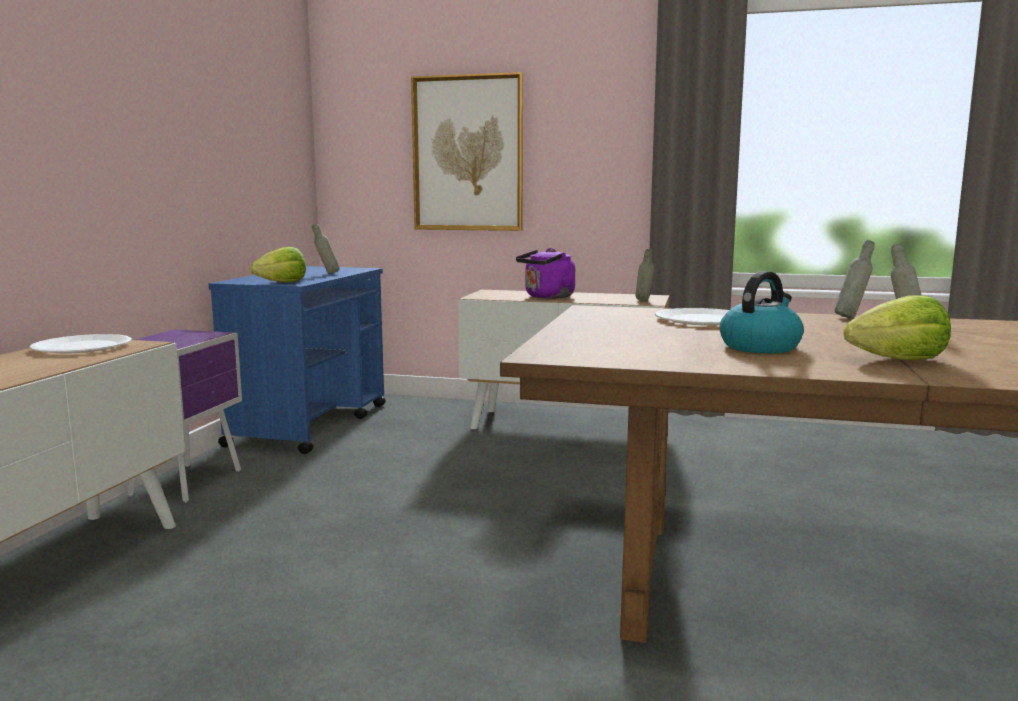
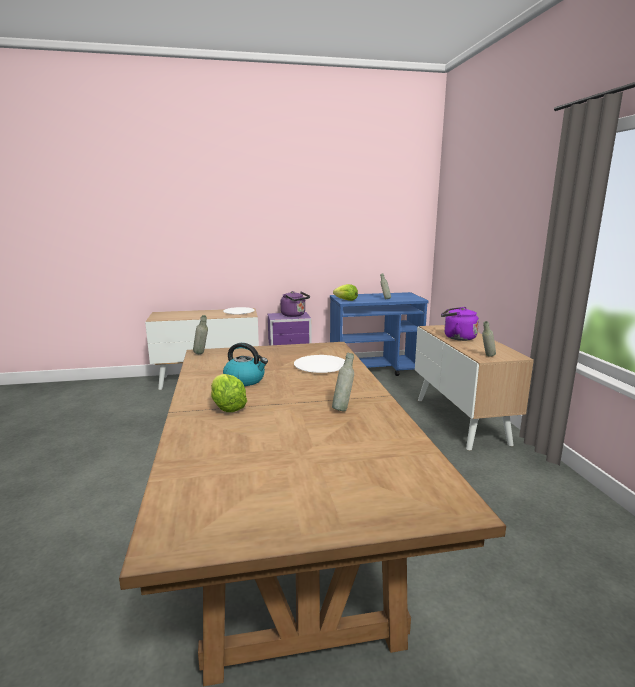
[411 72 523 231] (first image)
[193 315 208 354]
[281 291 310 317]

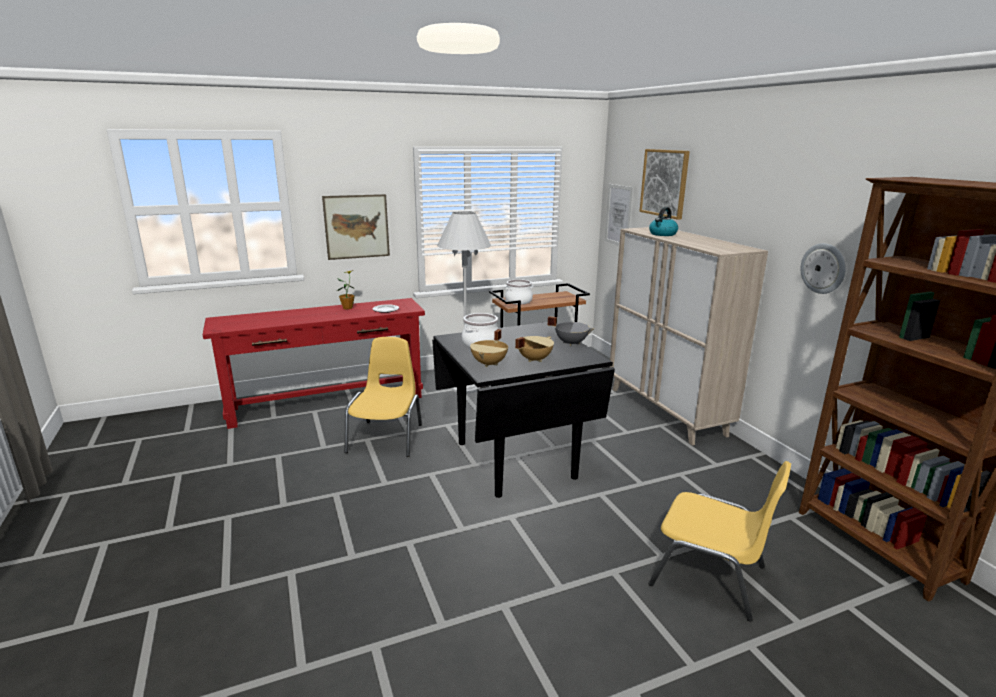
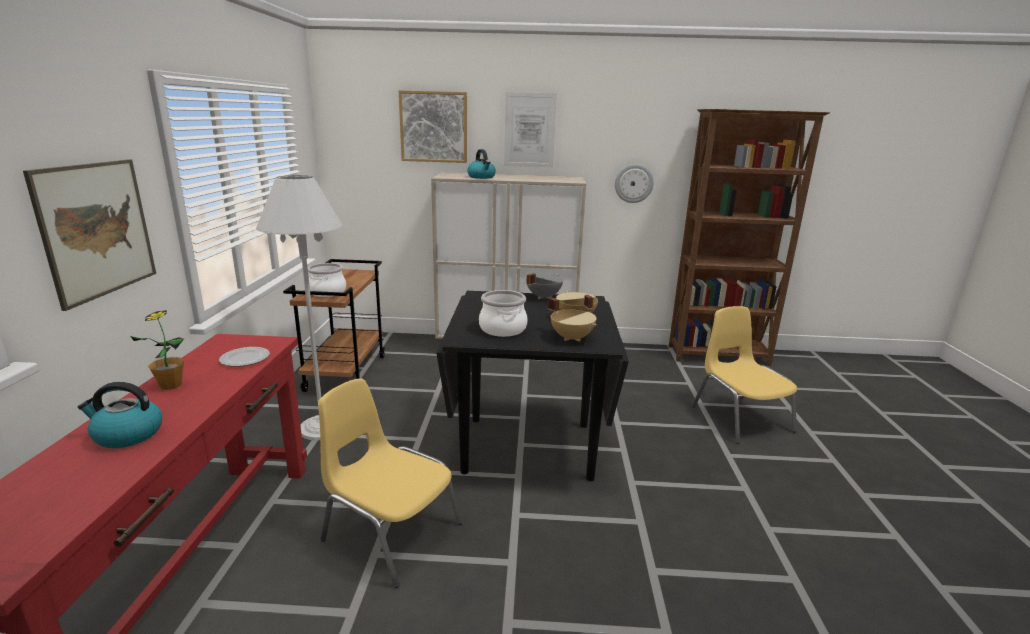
[504 92 557 167]
[692 306 797 444]
[78 382 162 448]

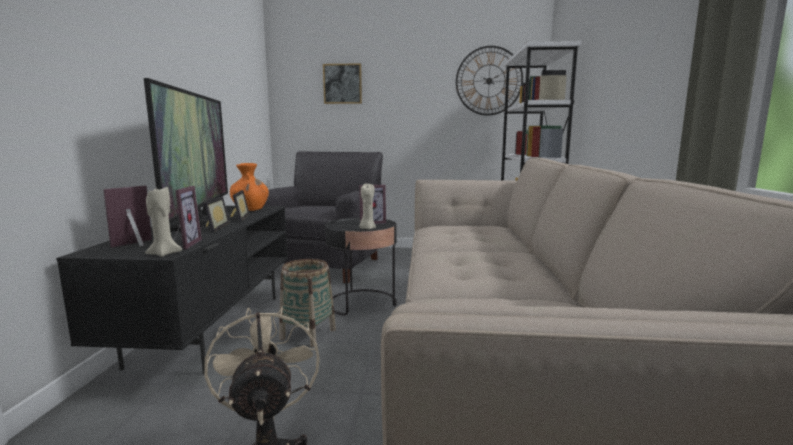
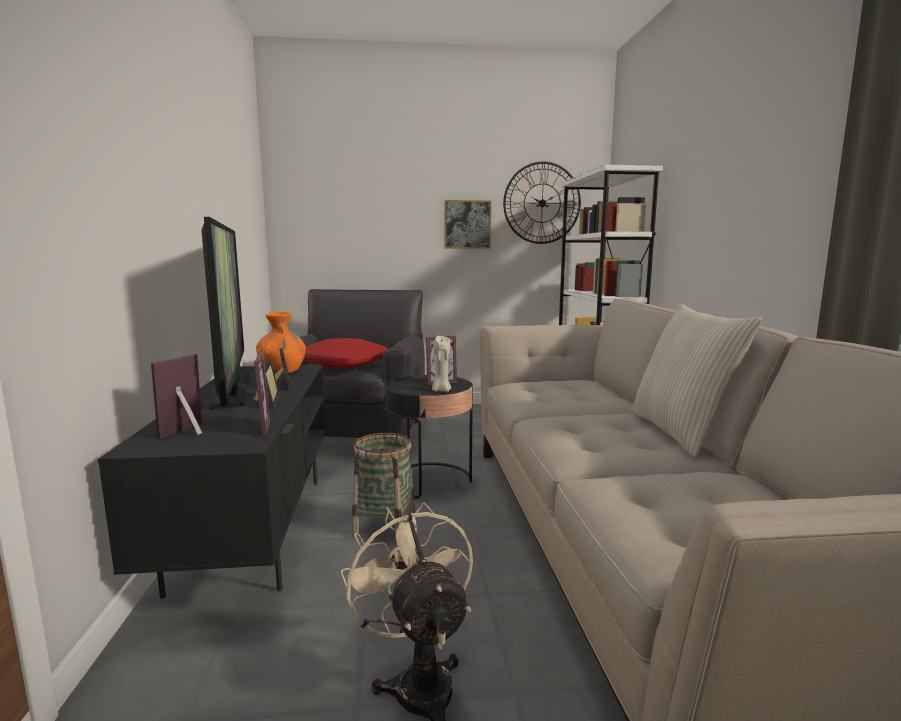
[145 186 182 257] (first image)
[444 200 491 249]
[303 338 388 368]
[630 304 763 458]

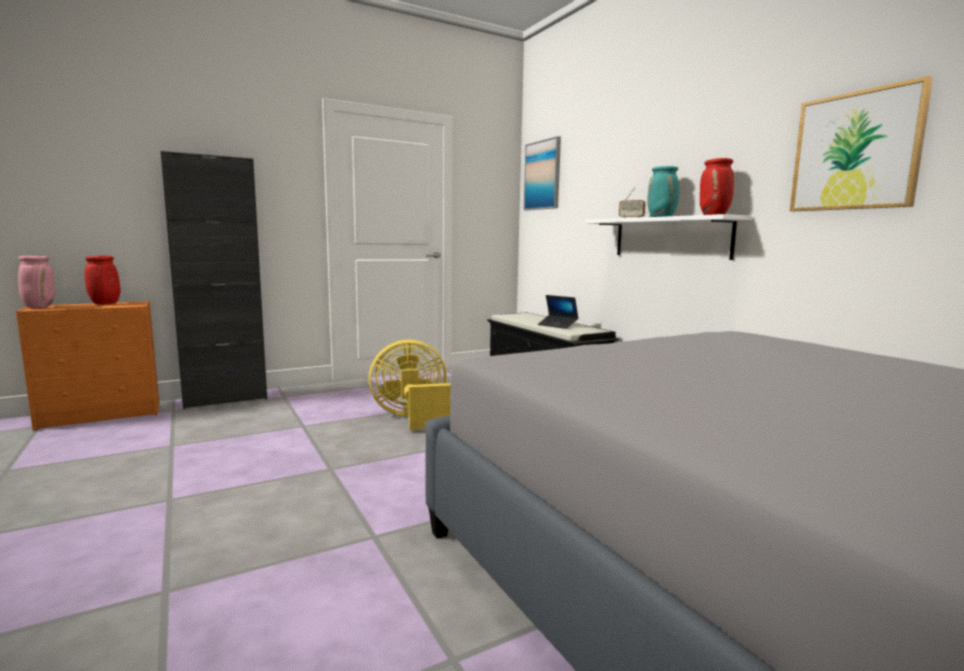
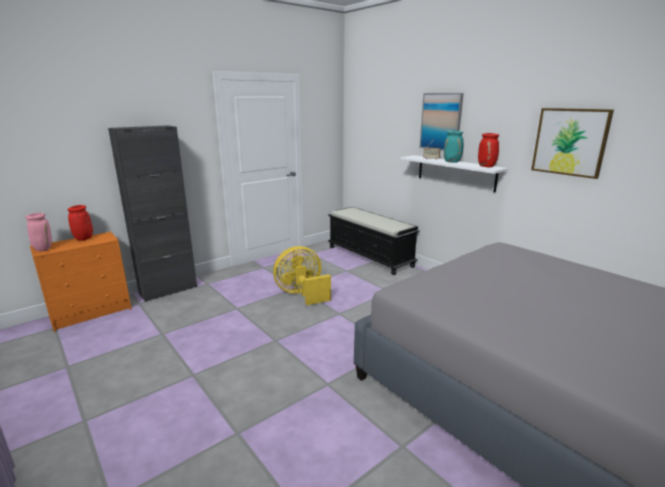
[419 93 464 151]
[538 295 579 329] (first image)

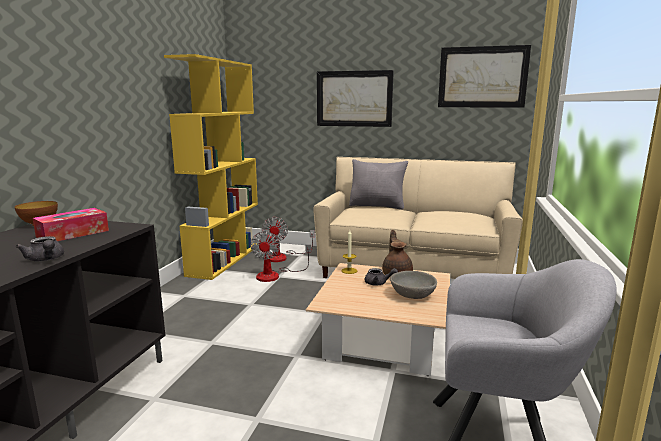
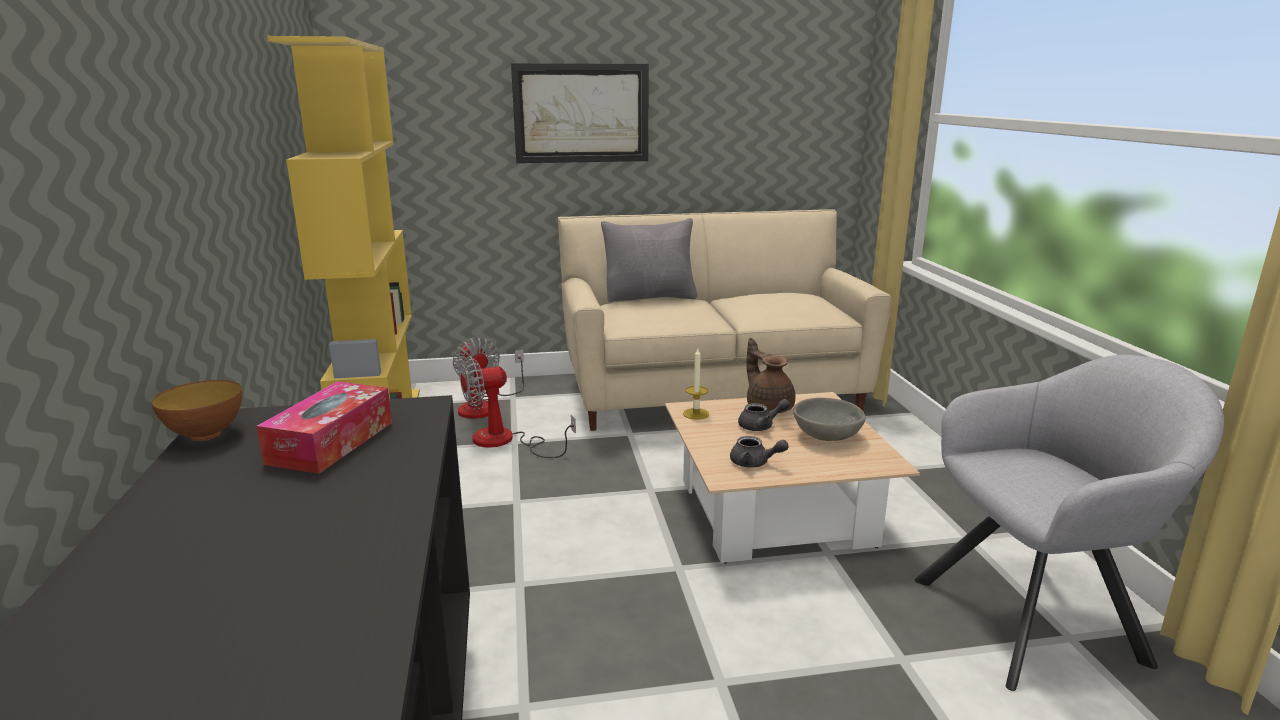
[730 436 789 468]
[459 356 576 458]
[438 45 531 108] (first image)

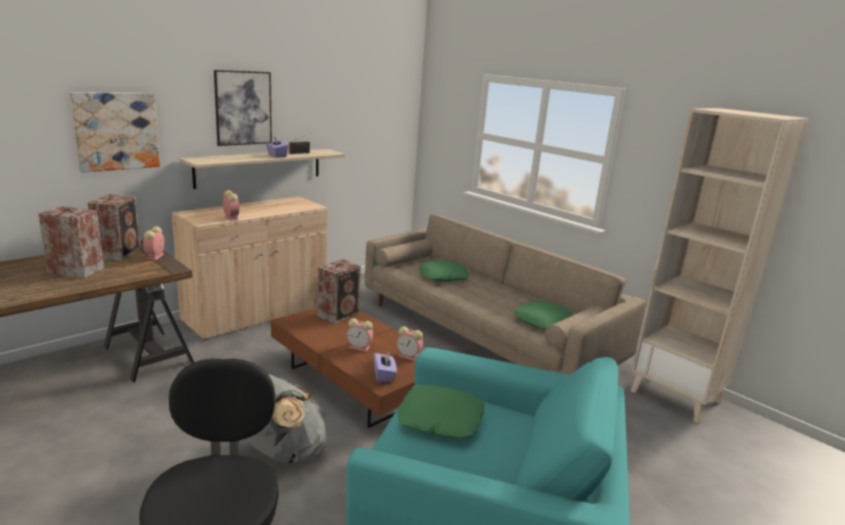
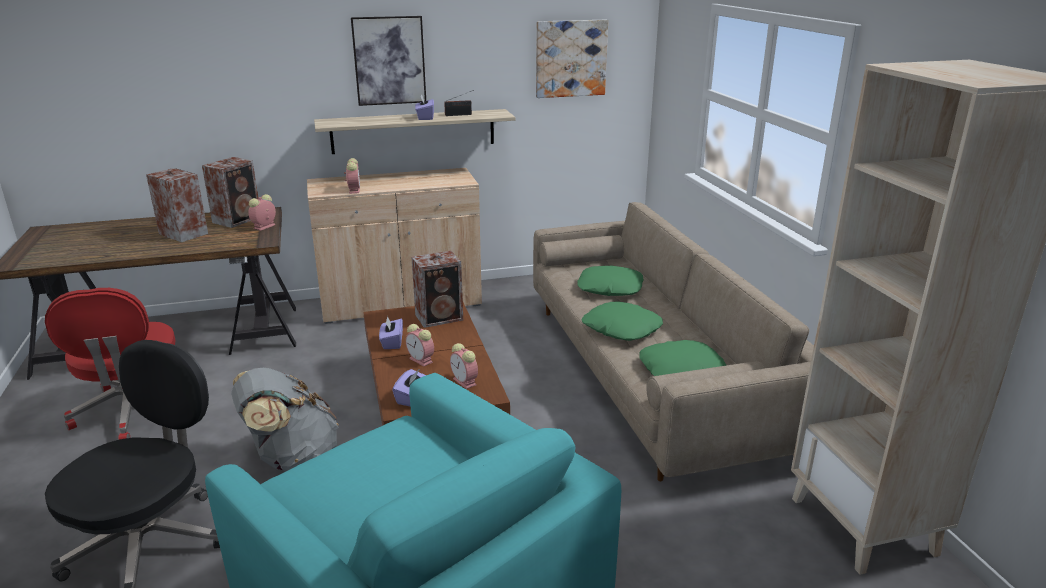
[536 20 608 98]
[582 301 663 341]
[45 288 176 440]
[379 316 403 349]

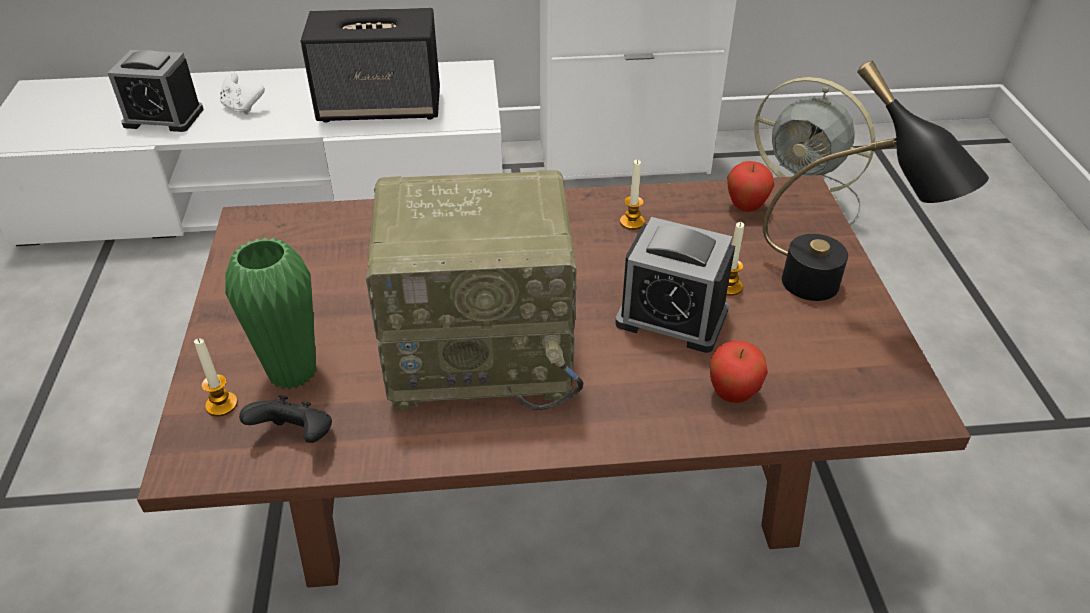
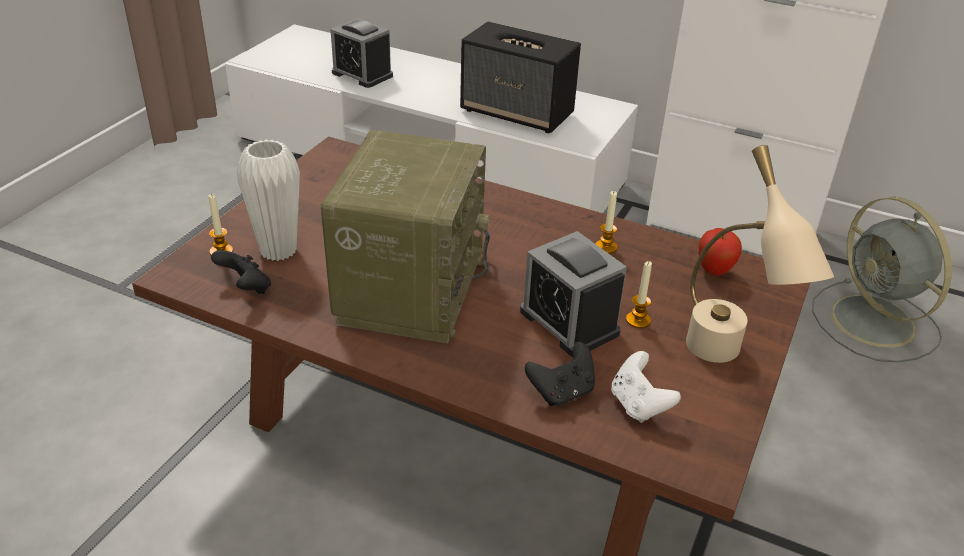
[611 351 681 423]
[237 139 300 261]
[321 130 490 343]
[525 342 595 406]
[686 145 834 363]

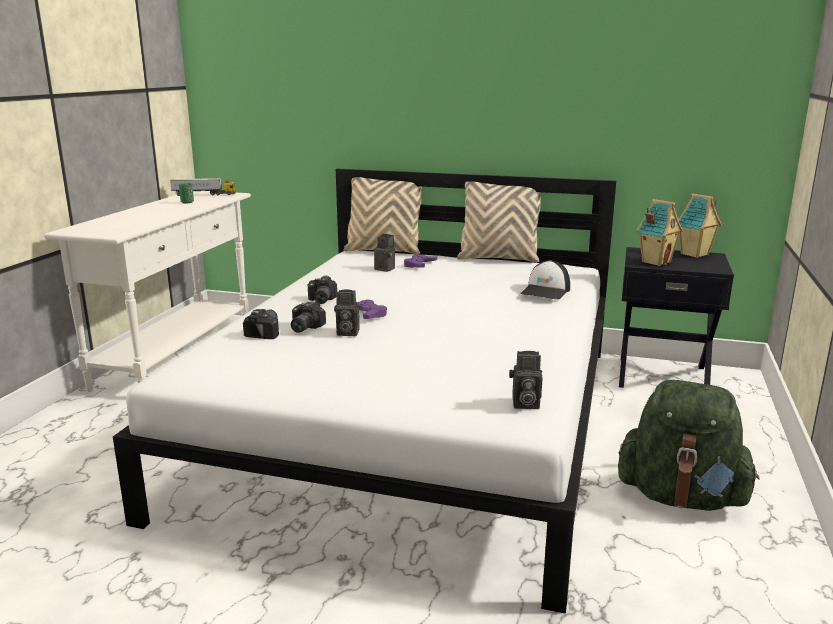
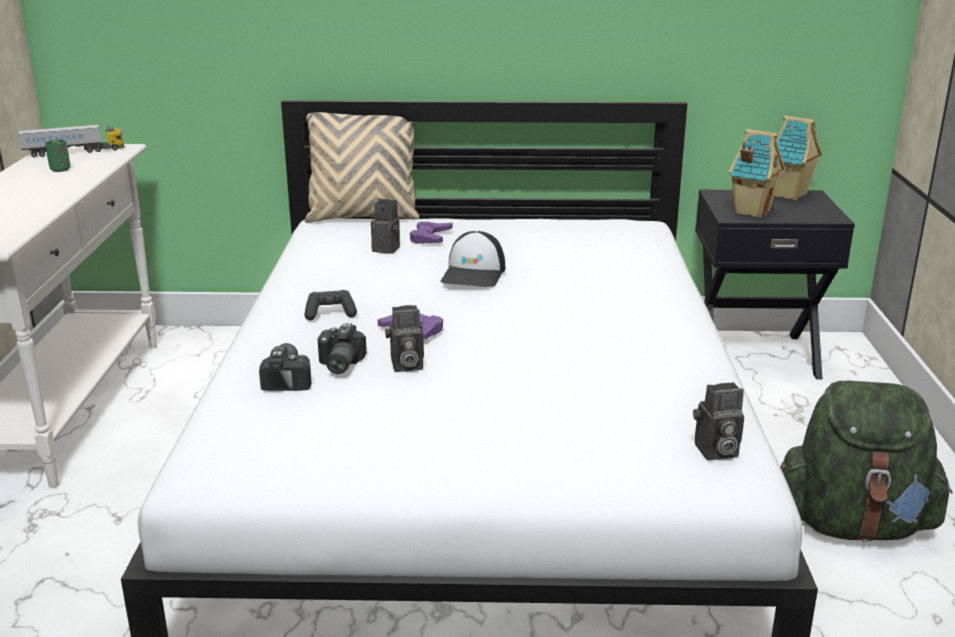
[305 290 357 320]
[457 181 541 262] (first image)
[440 231 505 287]

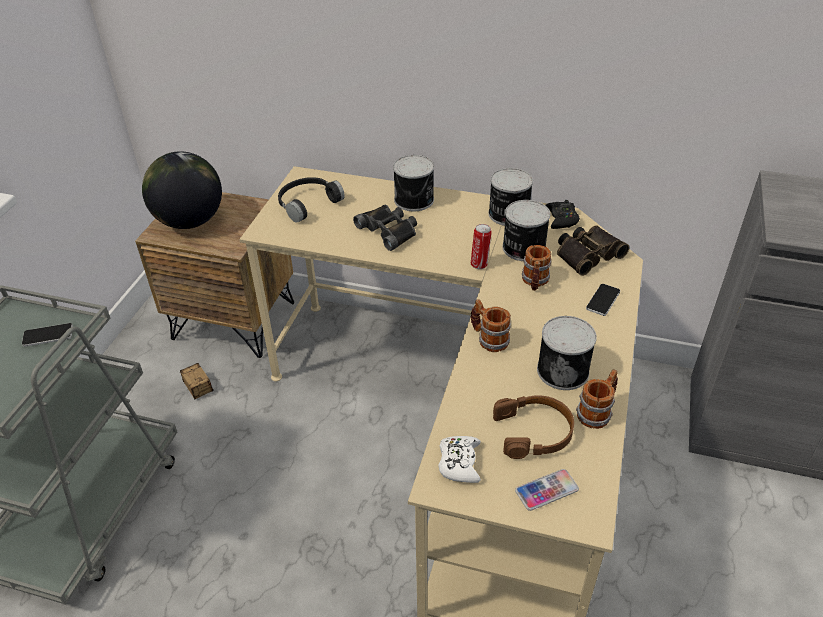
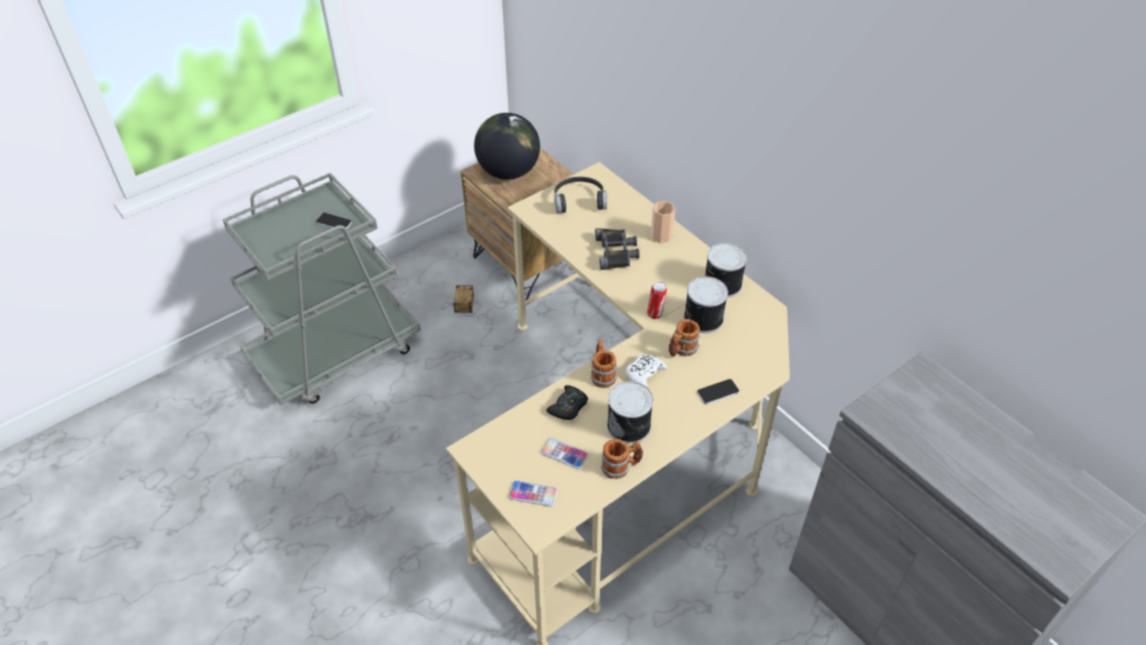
[651 201 675 243]
[626 354 667 387]
[541 438 589 469]
[546 385 588 420]
[557 225 629 276] (first image)

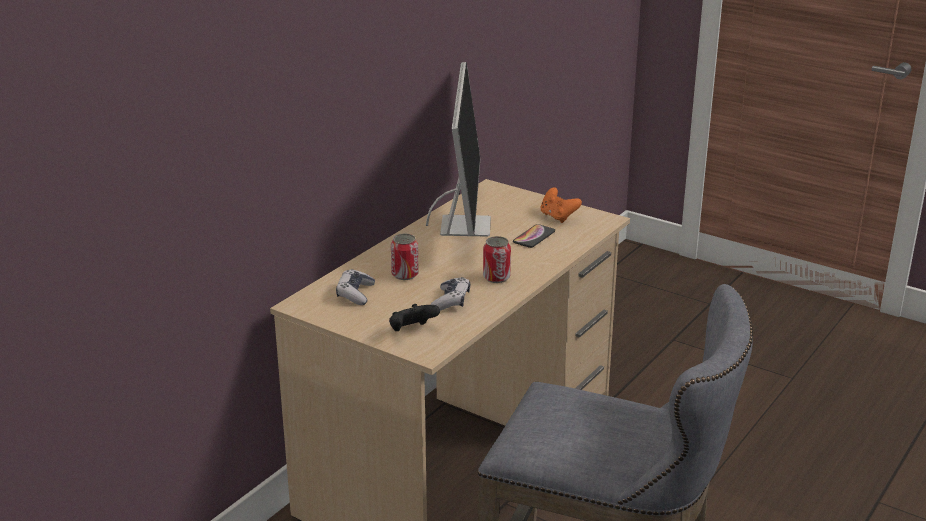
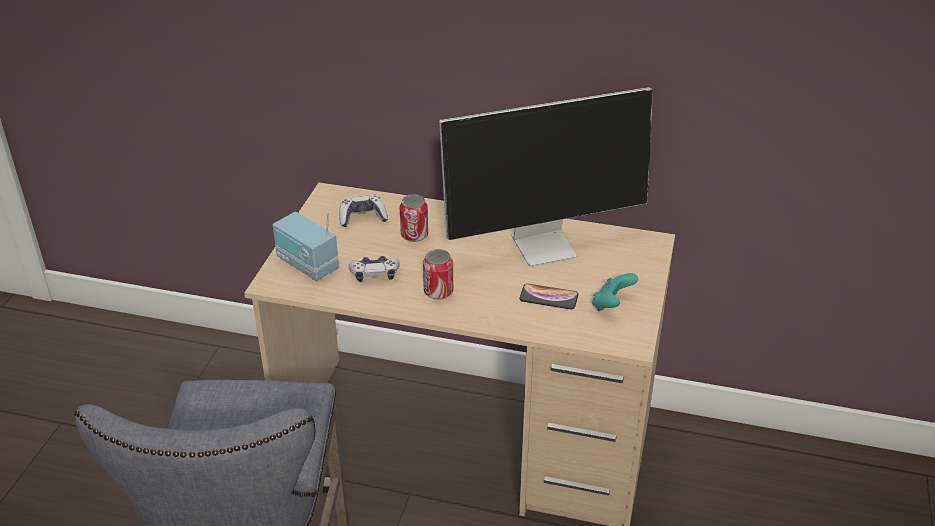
[273 212 339 281]
[592 273 638 311]

